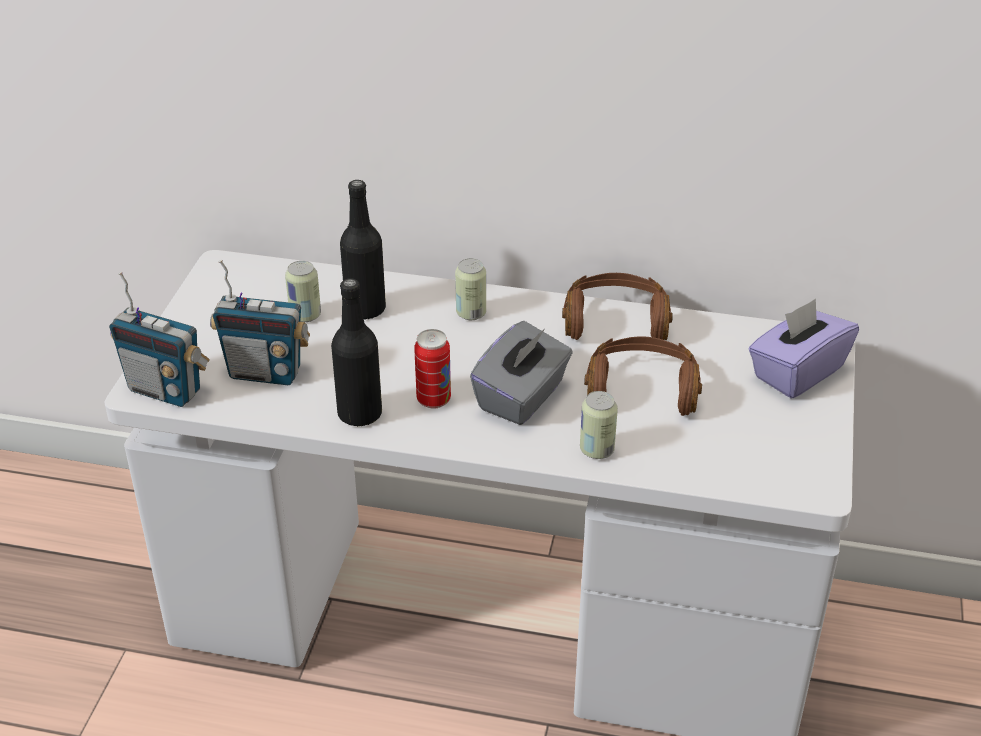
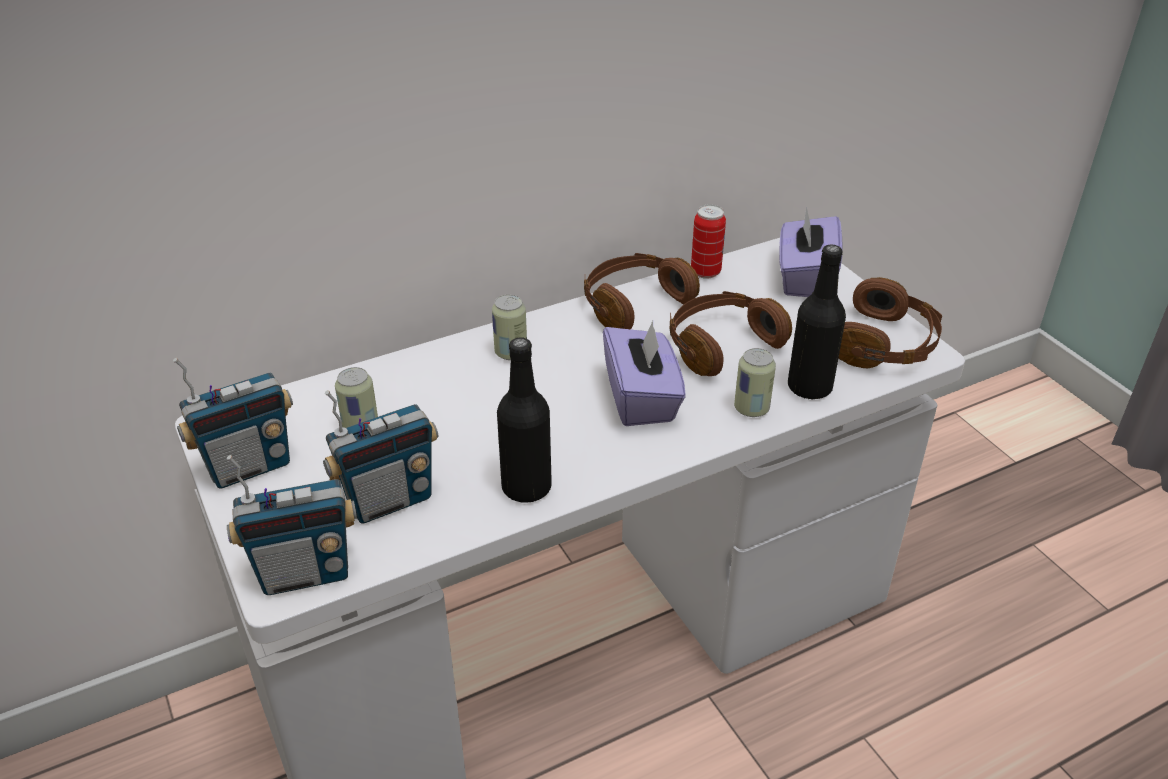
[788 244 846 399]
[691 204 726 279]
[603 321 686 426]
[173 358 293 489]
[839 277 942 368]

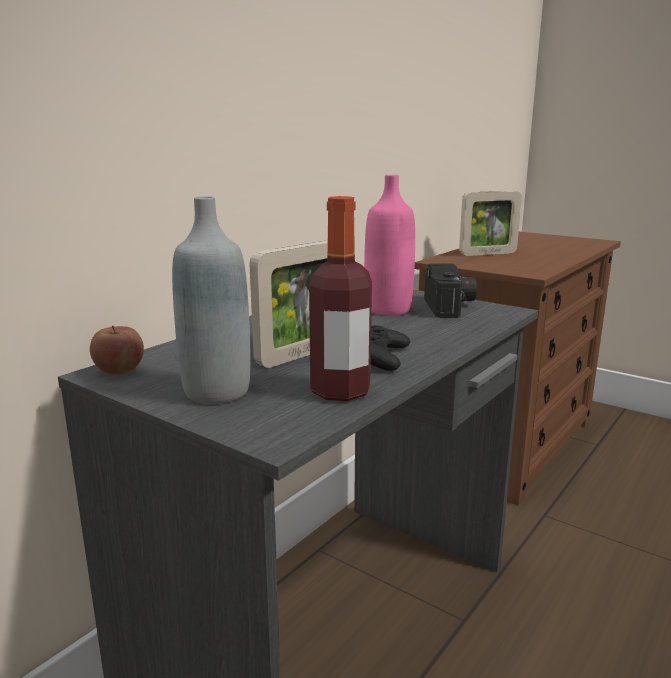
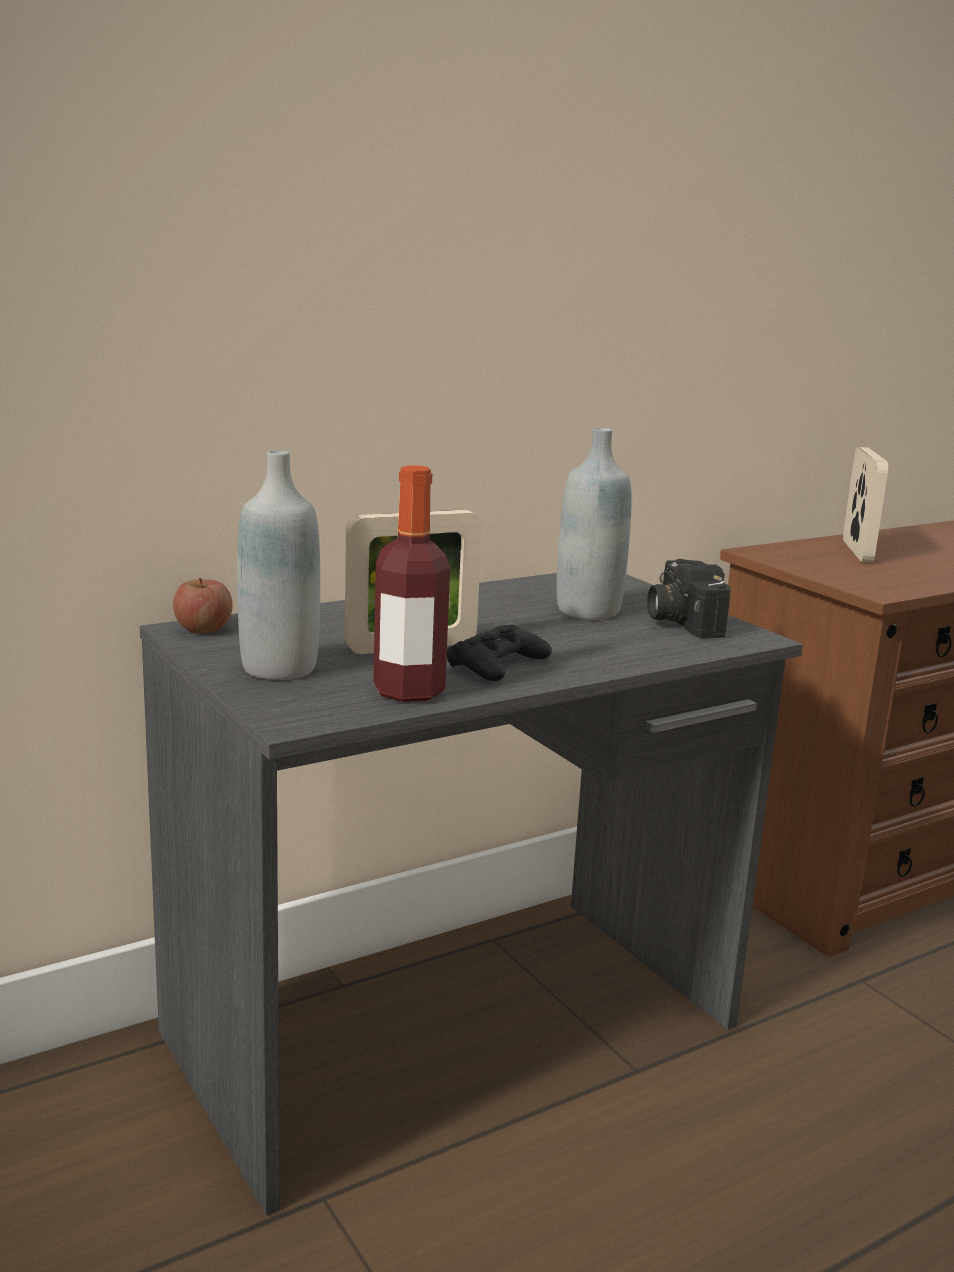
[557 428 632 620]
[647 559 731 638]
[843 447 888 562]

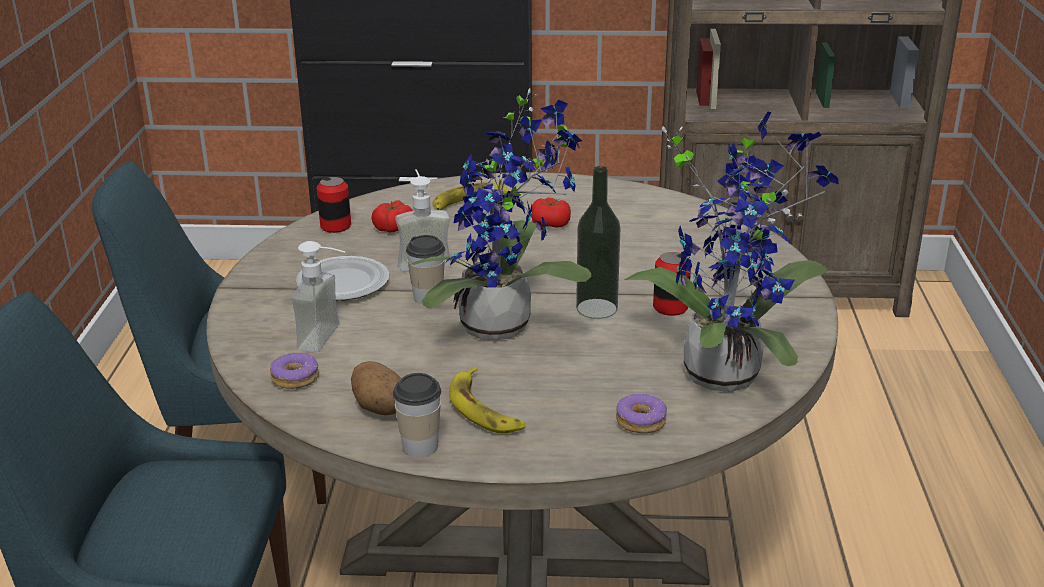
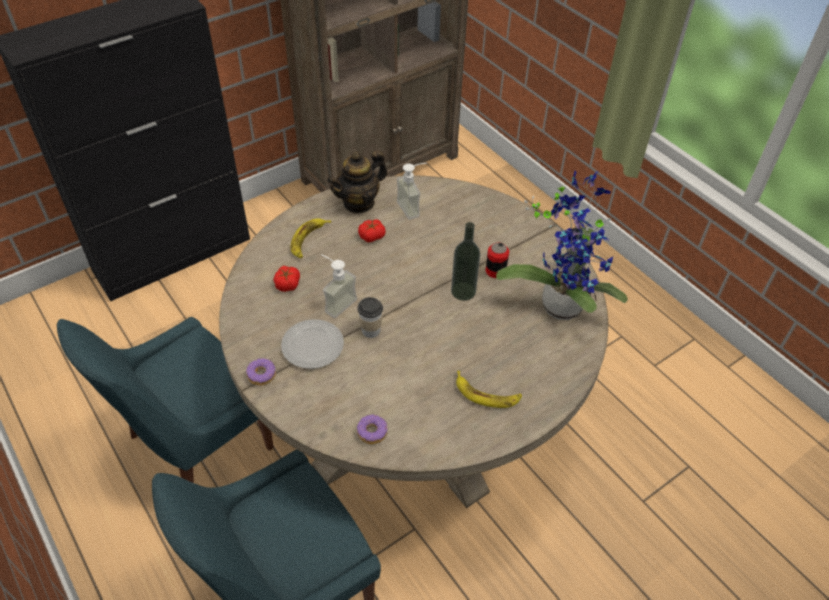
[397 163 427 220]
[316 177 351 233] (first image)
[351 361 401 415] (first image)
[393 373 441 458] (first image)
[412 88 591 340] (first image)
[246 358 276 386]
[327 151 387 214]

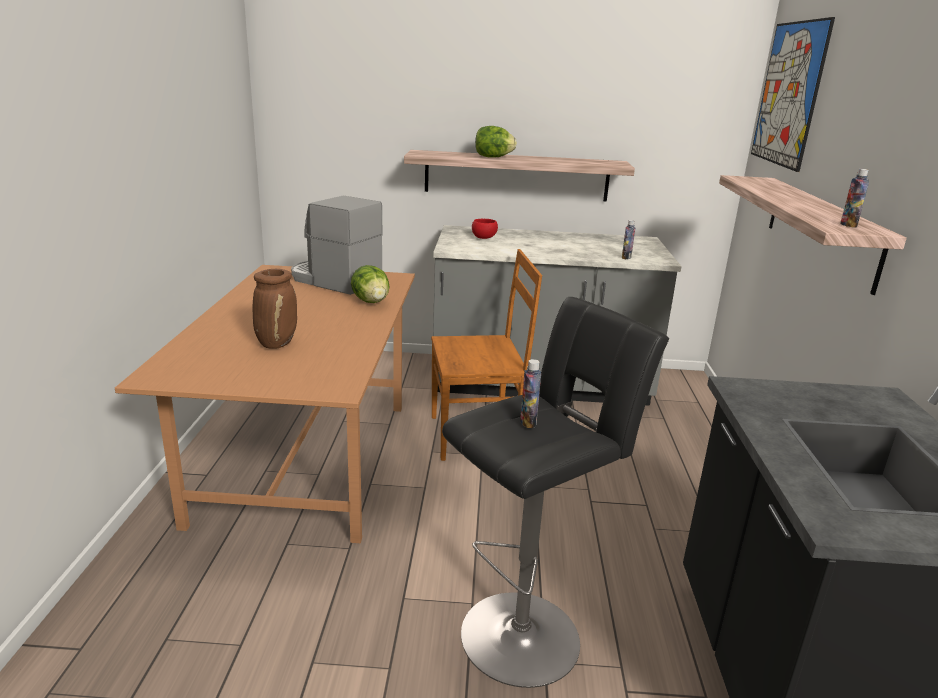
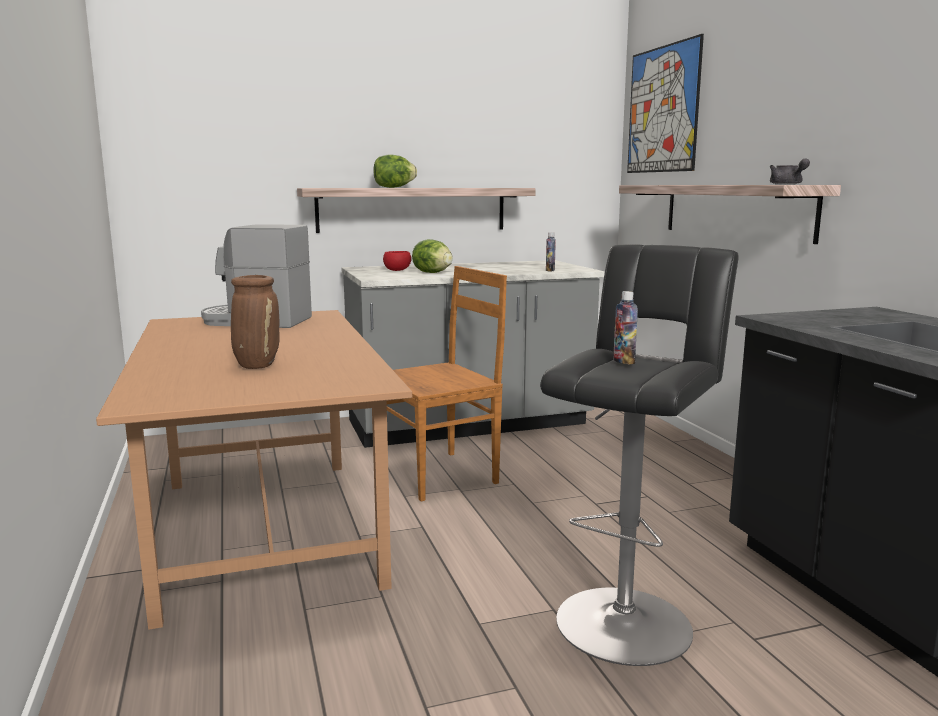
[412 239 453 273]
[770 158 810 185]

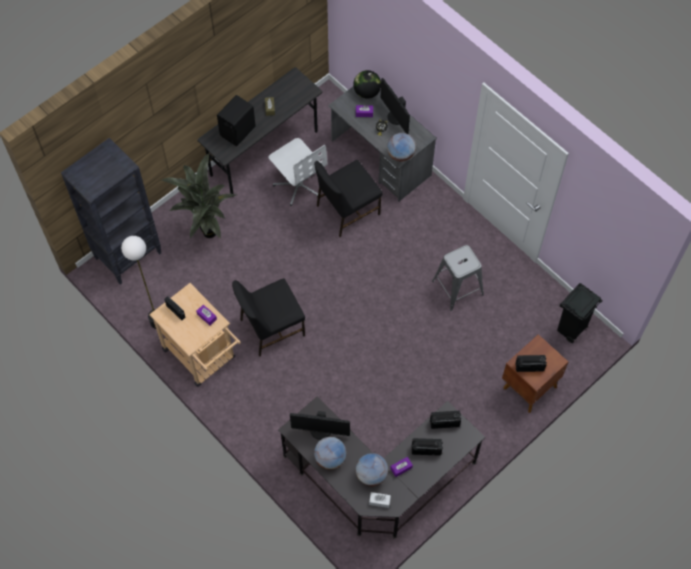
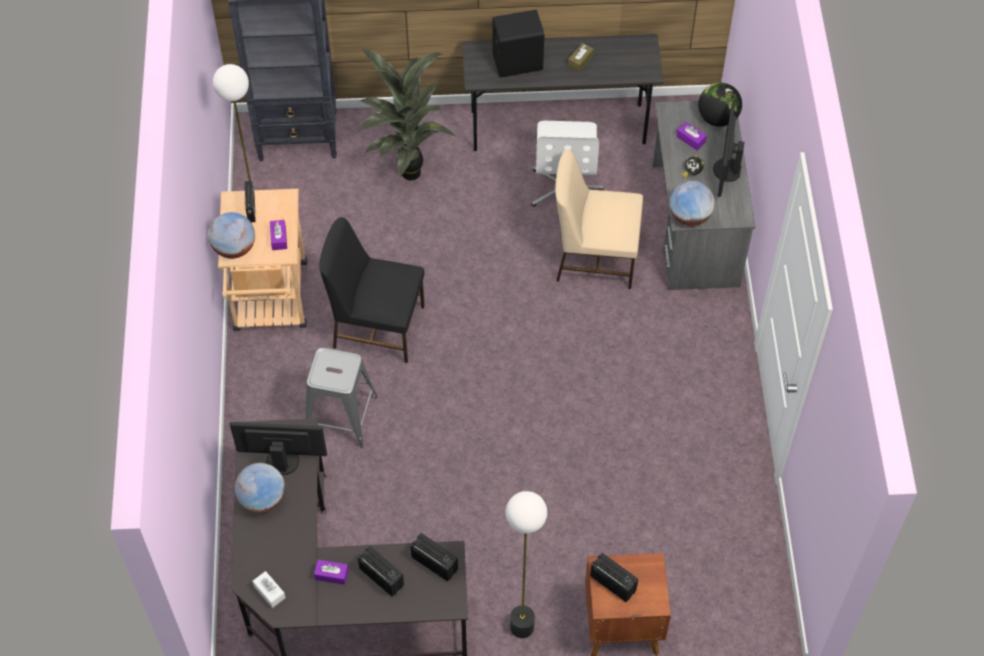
[230 422 327 475]
[555 150 643 289]
[208 212 255 259]
[305 348 378 448]
[557 283 603 343] (first image)
[506 491 547 638]

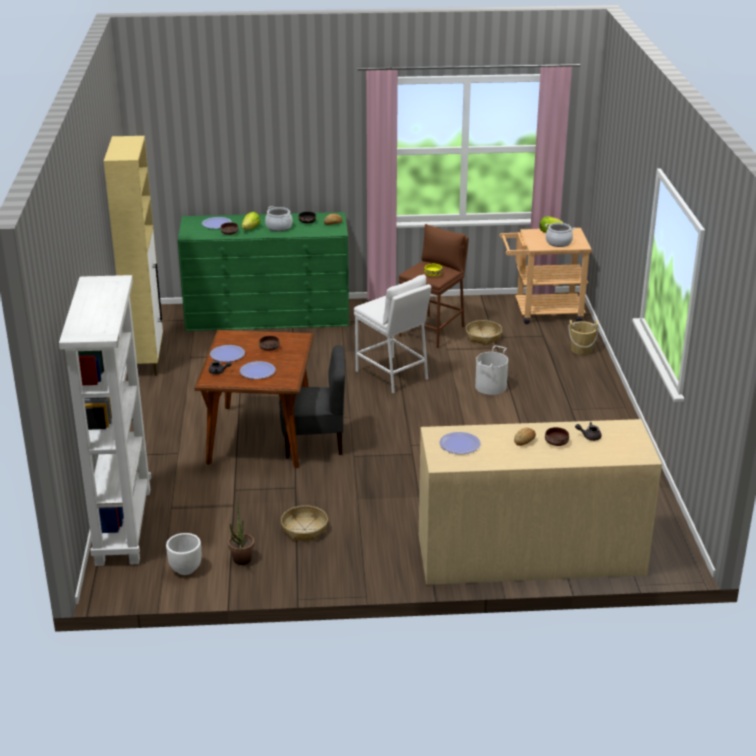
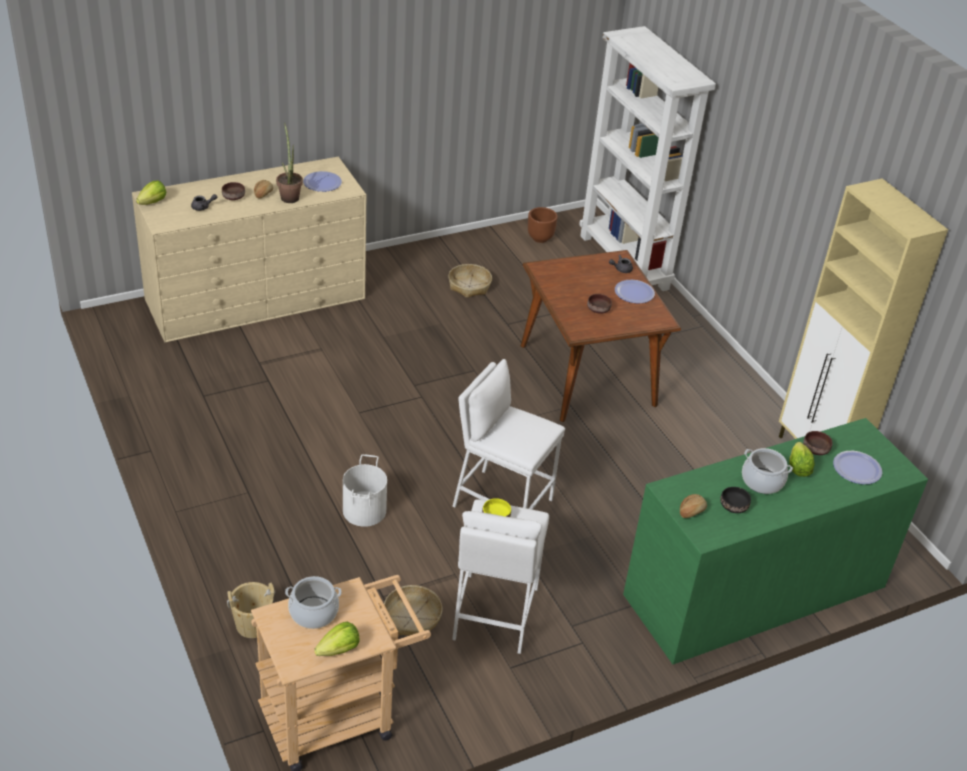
[528 207 558 243]
[276 123 303 203]
[240 361 276 379] (first image)
[279 345 345 459] (first image)
[452 499 549 654]
[136 181 166 205]

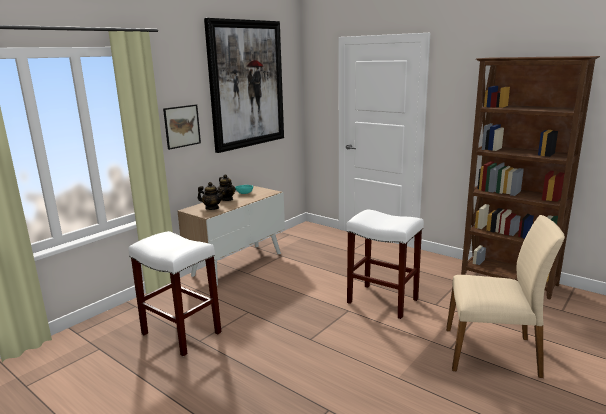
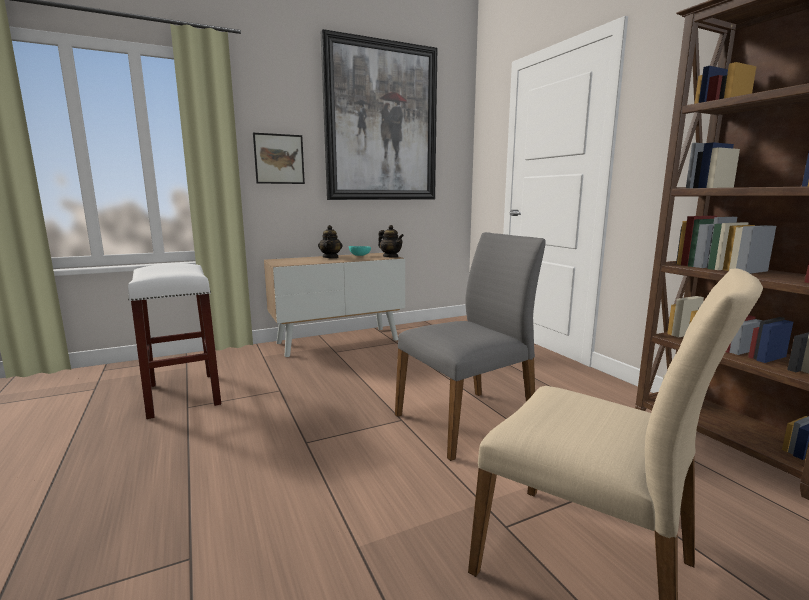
[378 225 404 258]
[395 232 546 461]

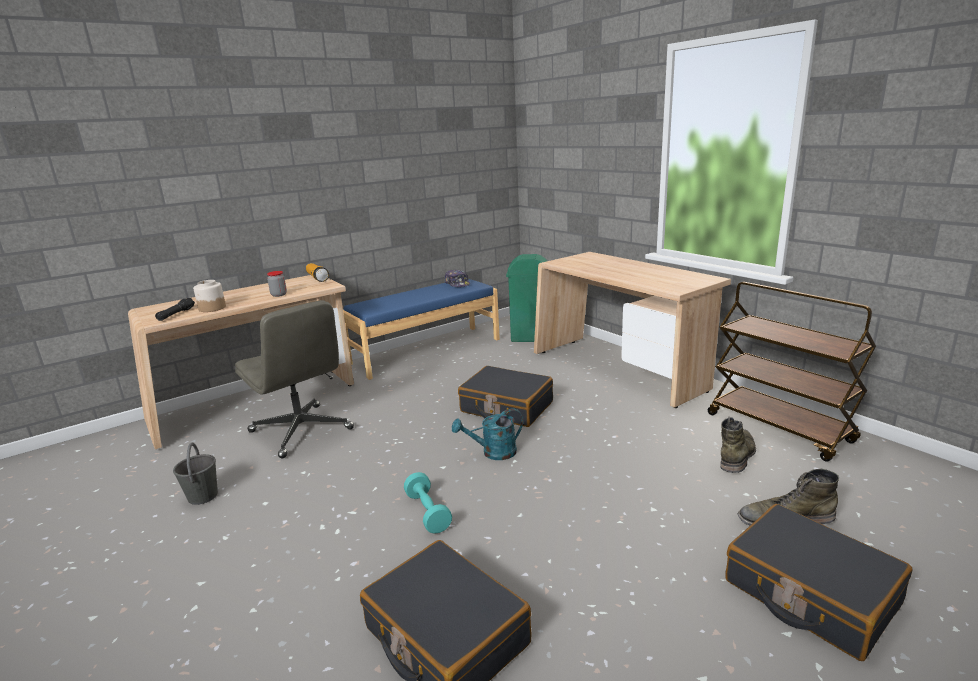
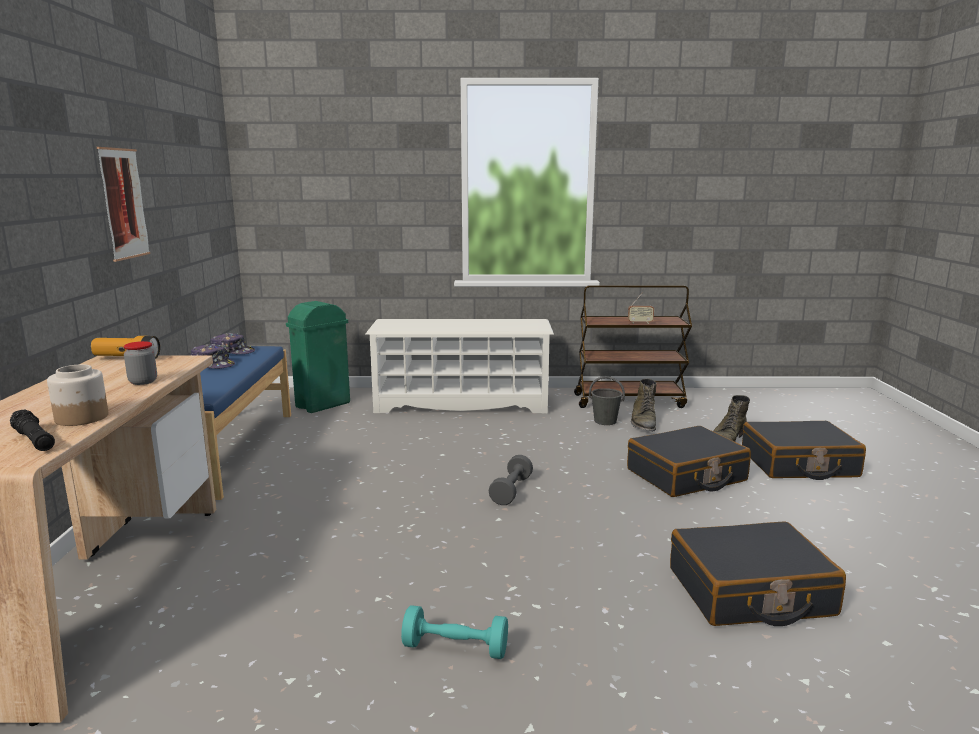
[589 376 625 425]
[235 300 354 458] (first image)
[401 605 508 659]
[489 455 533 505]
[627 426 751 497]
[365 319 554 413]
[631 379 657 432]
[97 147 150 262]
[190 344 235 369]
[628 293 654 324]

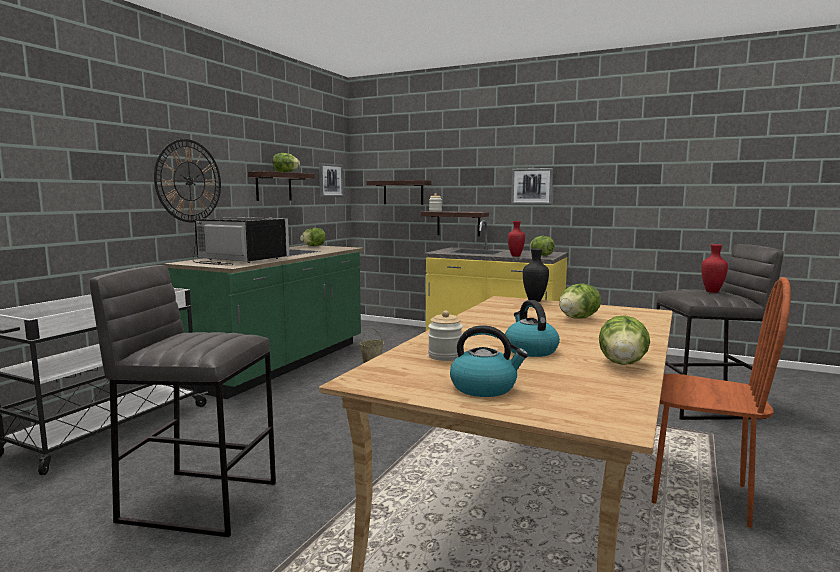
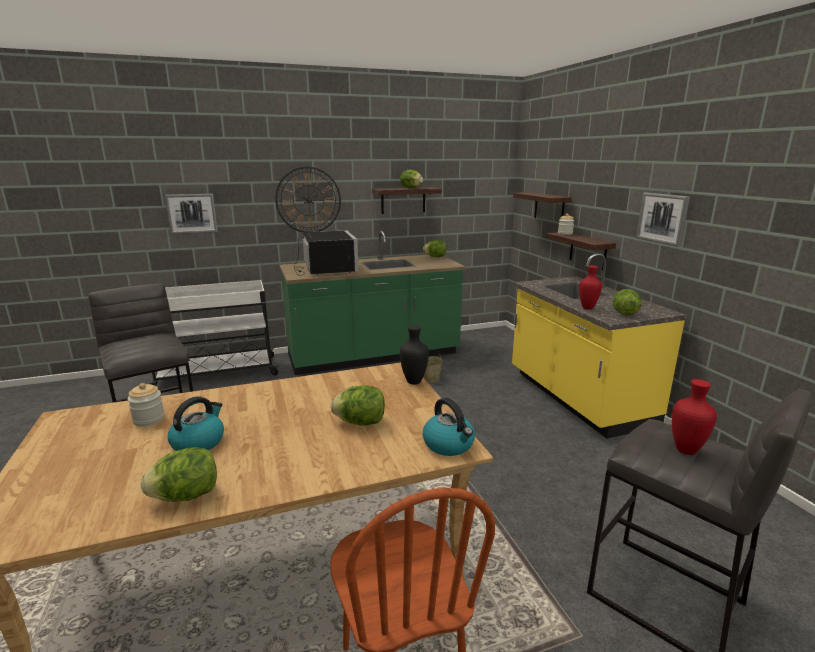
[165 194 218 235]
[423 398 475 456]

